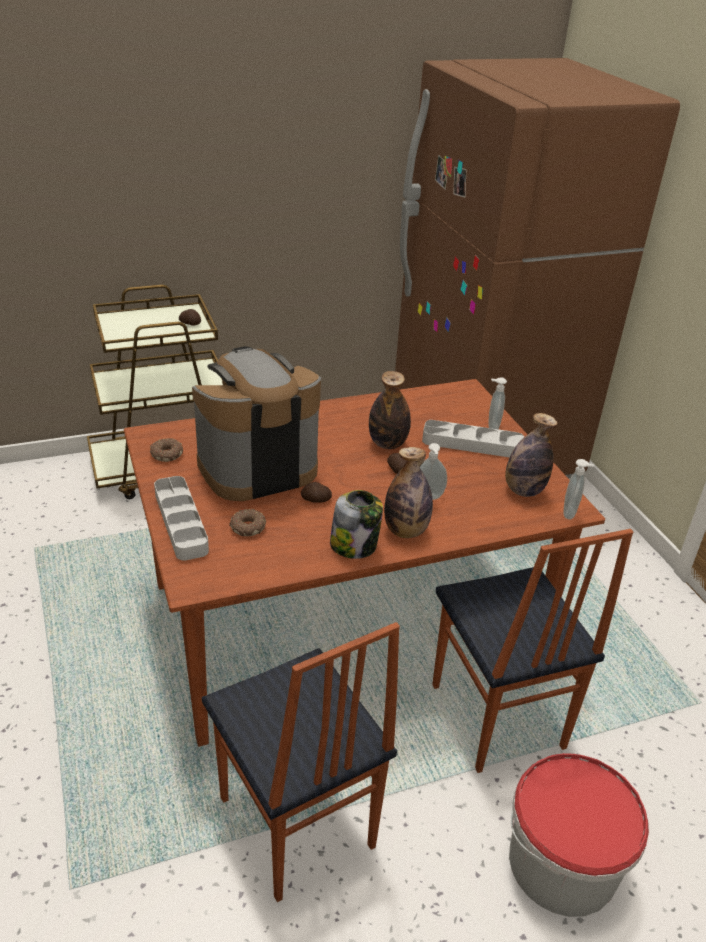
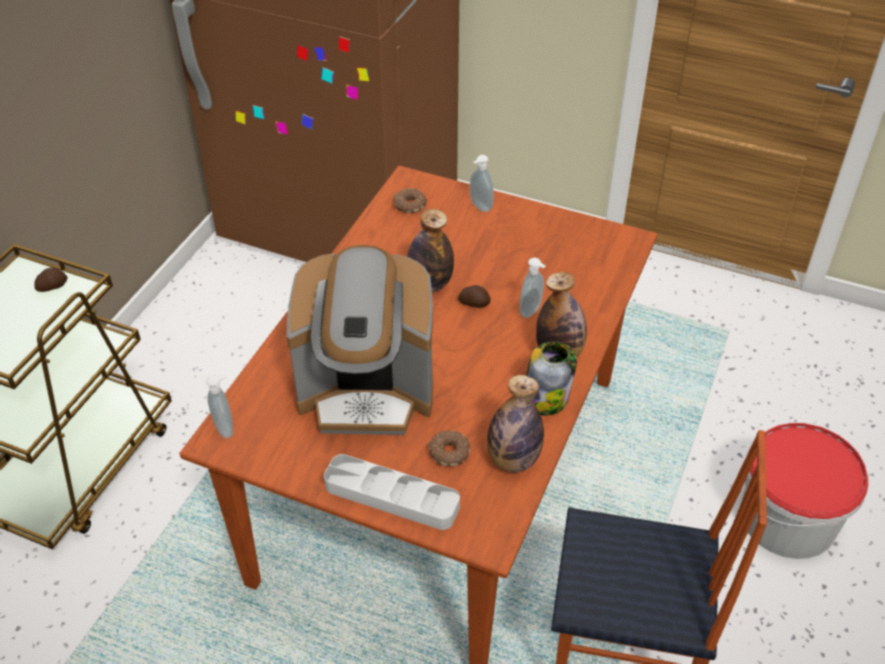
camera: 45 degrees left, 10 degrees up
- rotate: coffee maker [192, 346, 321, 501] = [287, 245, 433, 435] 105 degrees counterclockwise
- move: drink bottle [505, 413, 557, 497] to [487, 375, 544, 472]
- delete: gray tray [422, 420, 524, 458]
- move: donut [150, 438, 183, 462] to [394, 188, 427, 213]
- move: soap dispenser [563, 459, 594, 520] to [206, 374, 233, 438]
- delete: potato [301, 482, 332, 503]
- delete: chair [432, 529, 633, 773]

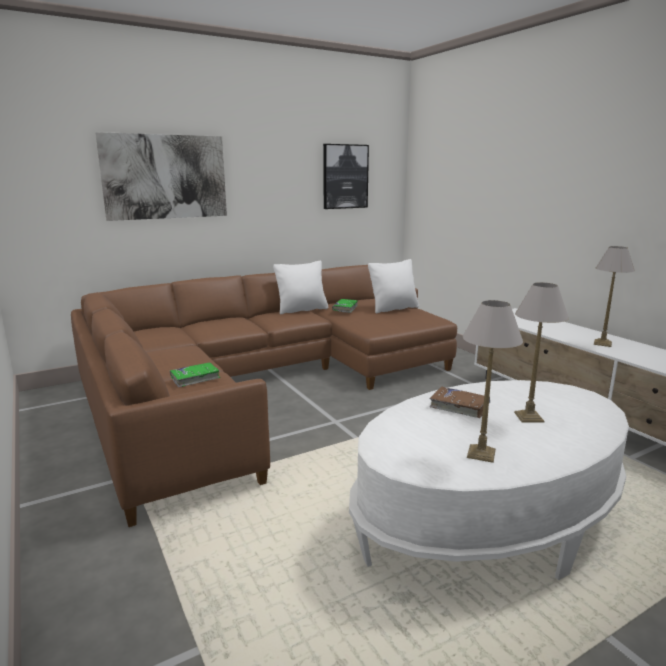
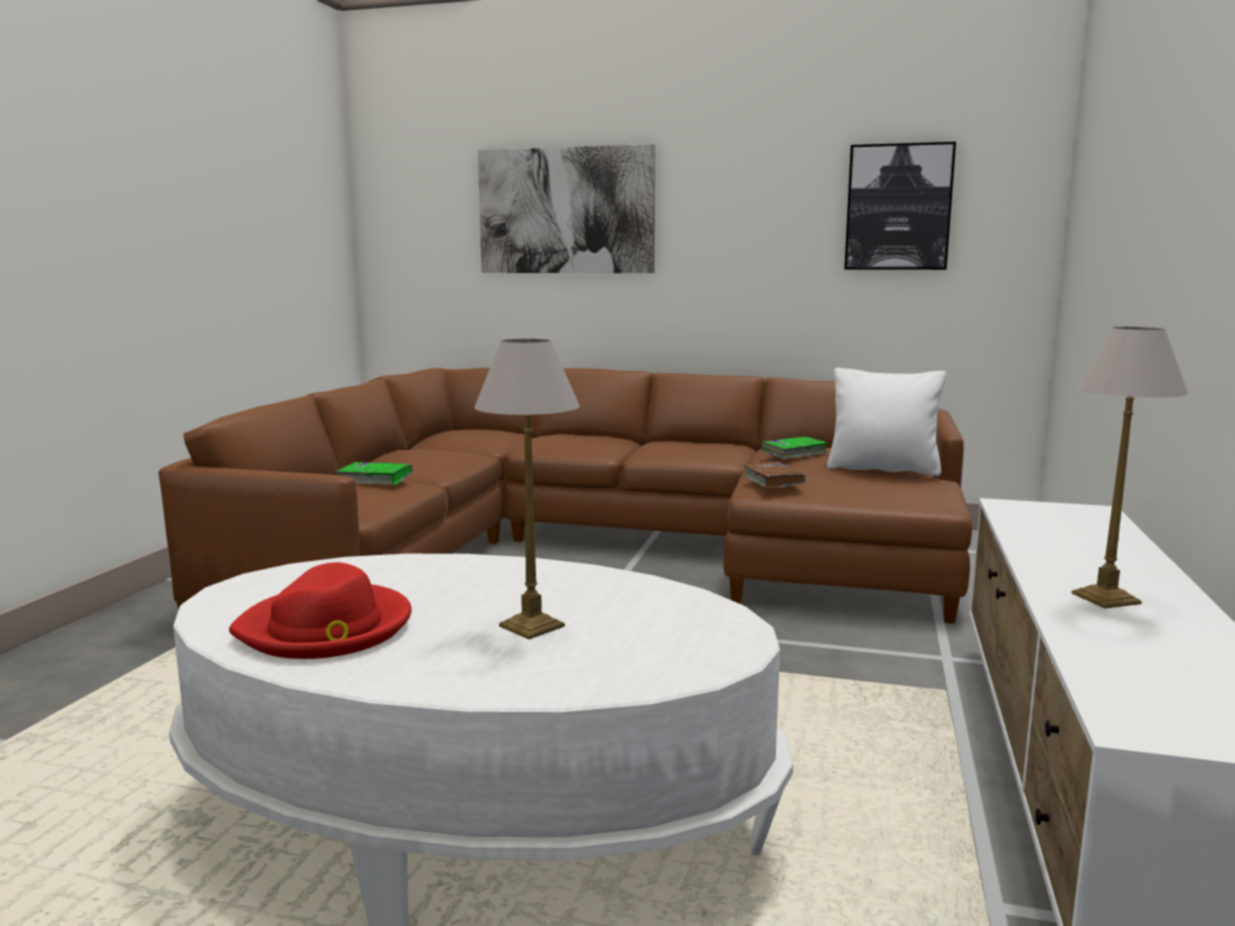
camera: 45 degrees right, 5 degrees down
- delete: white pillow [273, 261, 328, 314]
- replace: tabletop lamp [463, 300, 523, 463] to red-coloured clothing hat [229, 562, 412, 659]
- move: brownish volume [430, 387, 490, 418] to [743, 461, 806, 489]

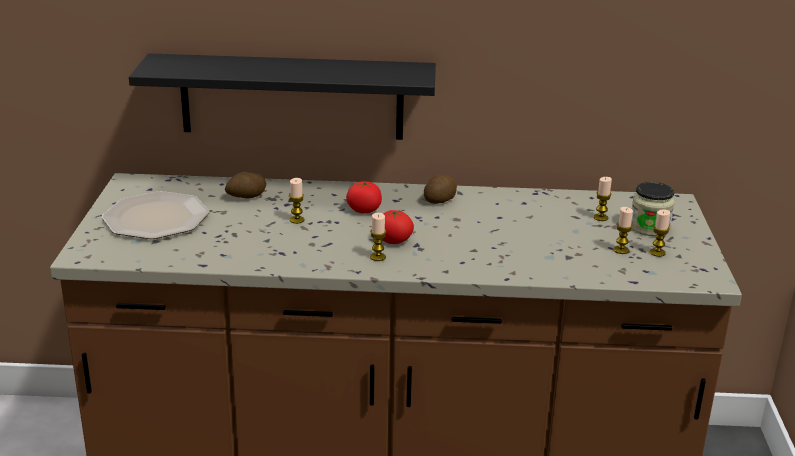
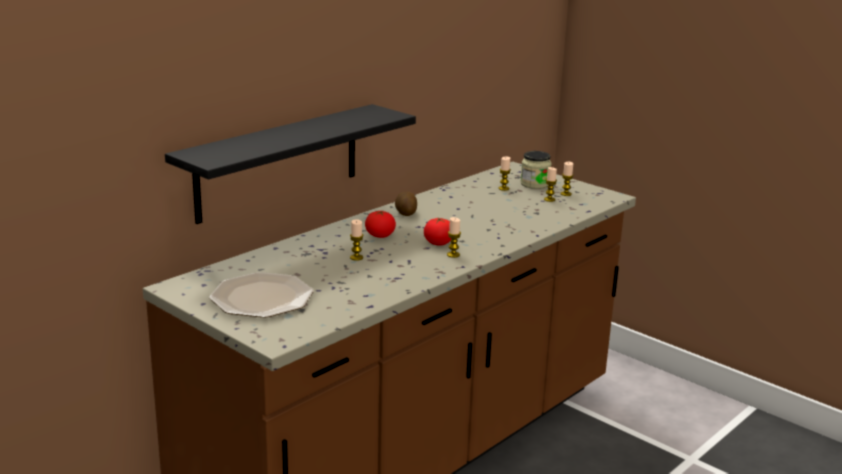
camera: 50 degrees left, 5 degrees down
- delete: potato [225, 172, 266, 198]

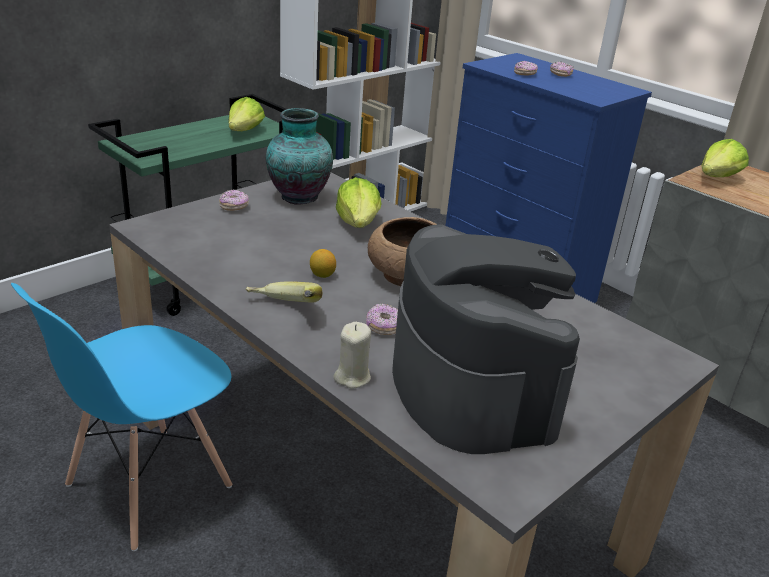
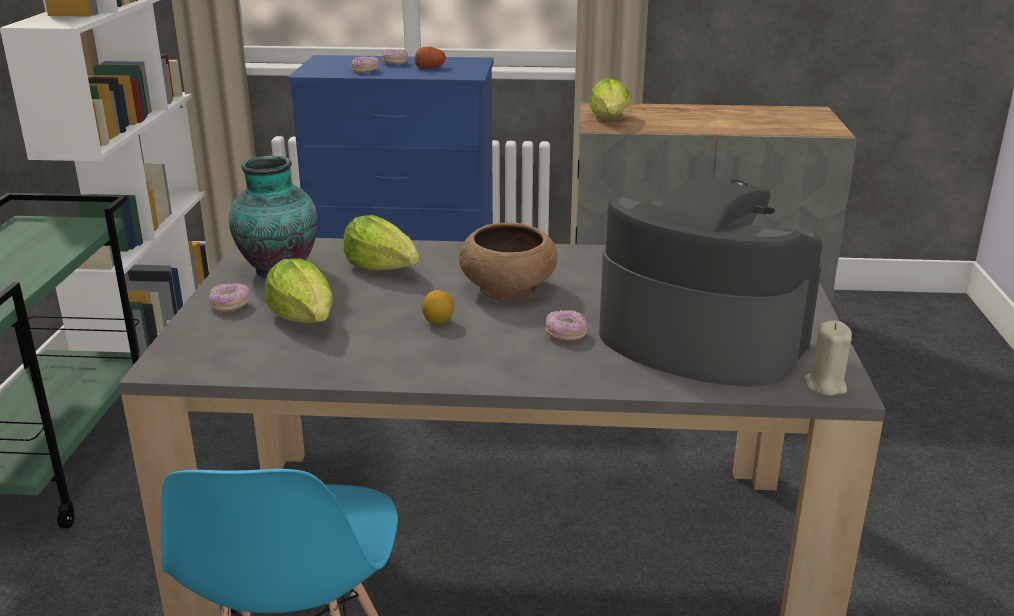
camera: 40 degrees left, 5 degrees down
- move: head of lettuce [229, 97, 265, 131] to [265, 259, 333, 323]
- delete: whole banana [245, 282, 322, 303]
- move: sand-coloured wax candle [333, 322, 371, 389] to [804, 321, 852, 396]
- insert: potato [415, 47, 446, 68]

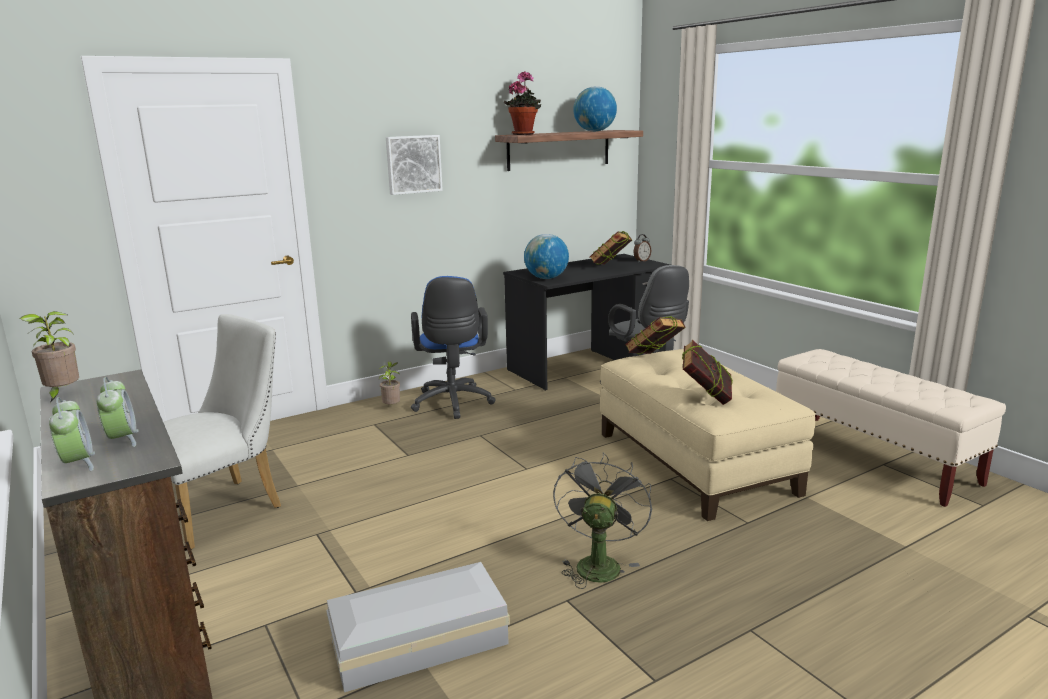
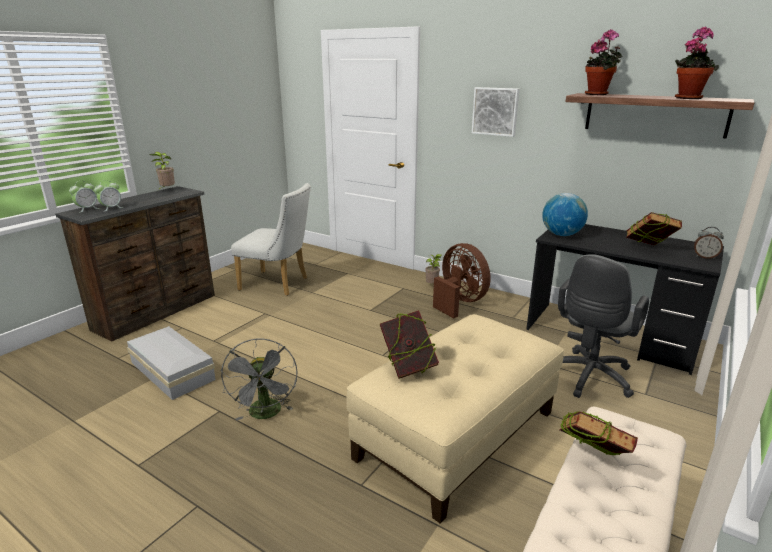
camera: 65 degrees right, 5 degrees up
- replace: desk globe [573, 86, 617, 132] to potted plant [675, 26, 719, 99]
- replace: blue desk chair [411, 276, 496, 419] to brownish electric fan [433, 243, 491, 319]
- move: volume [625, 316, 686, 354] to [559, 412, 638, 455]
- rotate: gray electric fan [553, 452, 652, 589] = [221, 338, 298, 421] 90 degrees clockwise

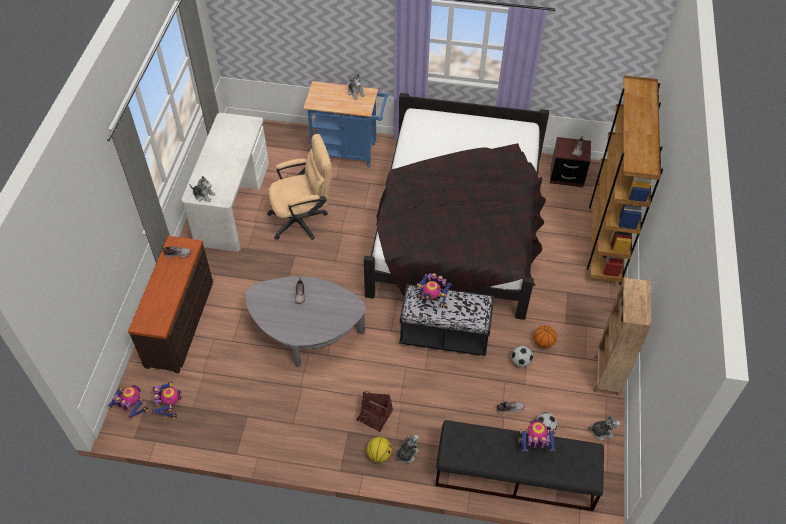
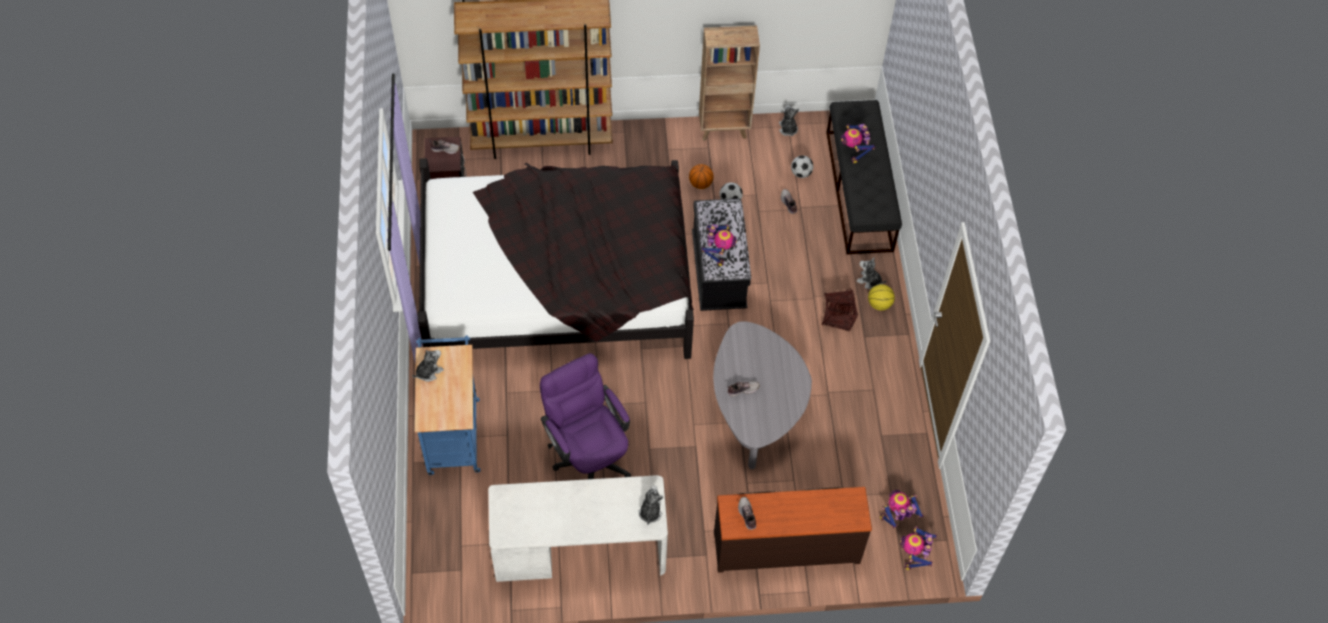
camera: 105 degrees left, 5 degrees up
- recolor: sand-coloured desk chair [267, 134, 332, 240] to purple desk chair [540, 353, 631, 479]

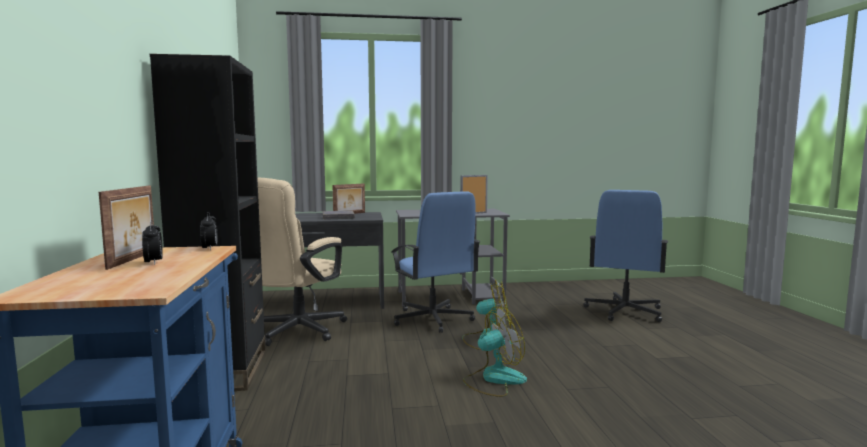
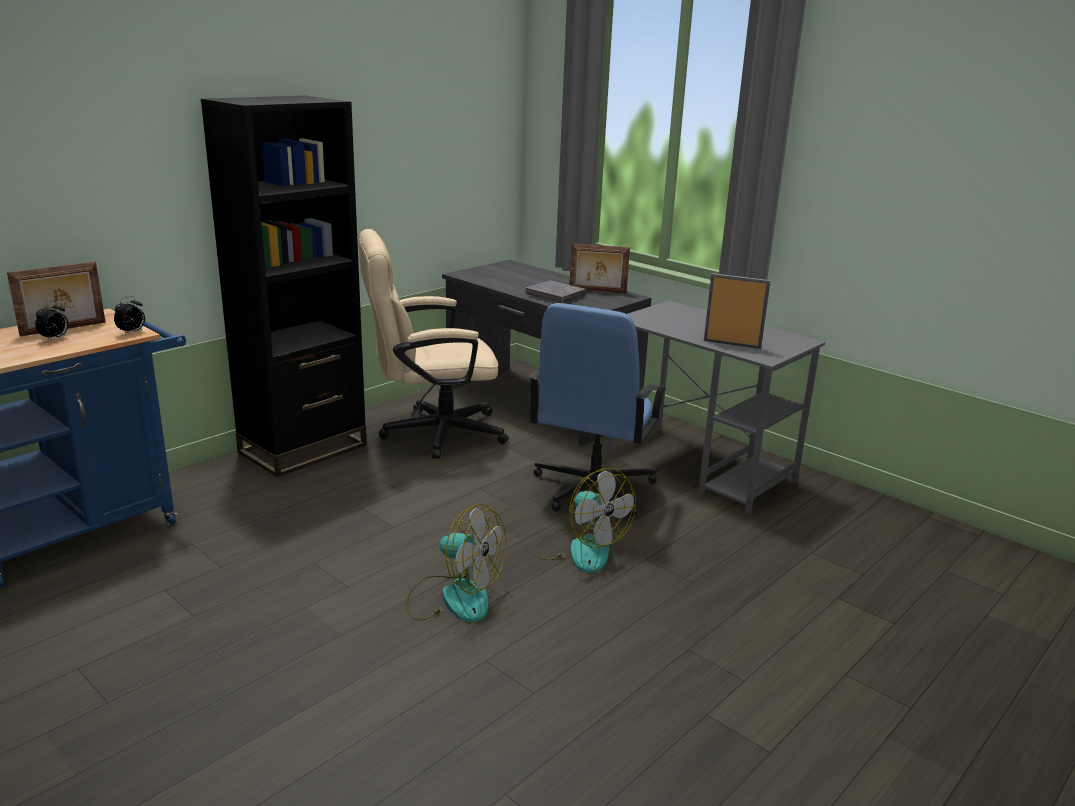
camera: 50 degrees right, 15 degrees up
- delete: blue desk chair [583, 190, 668, 322]

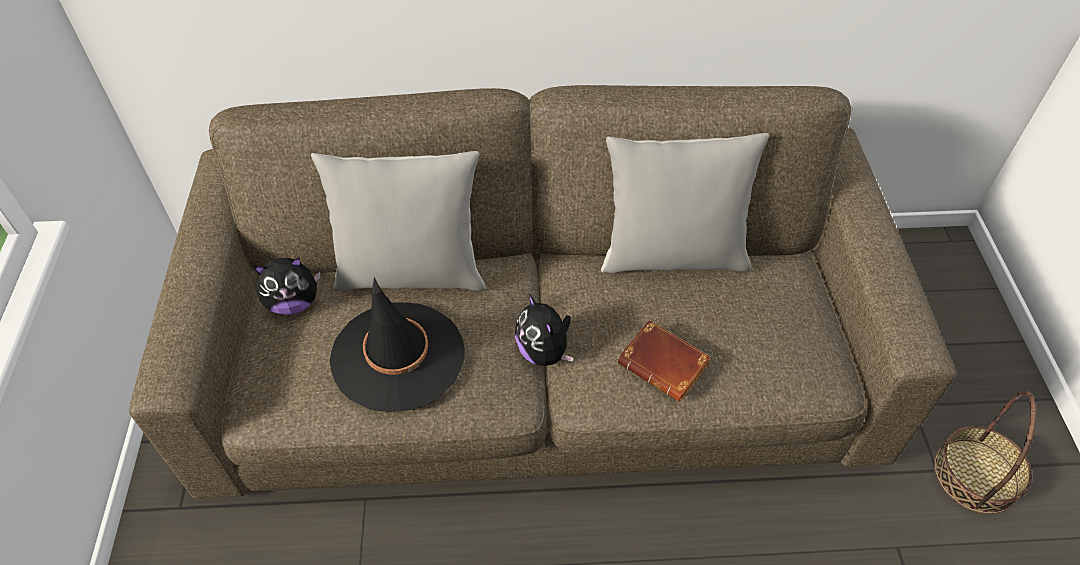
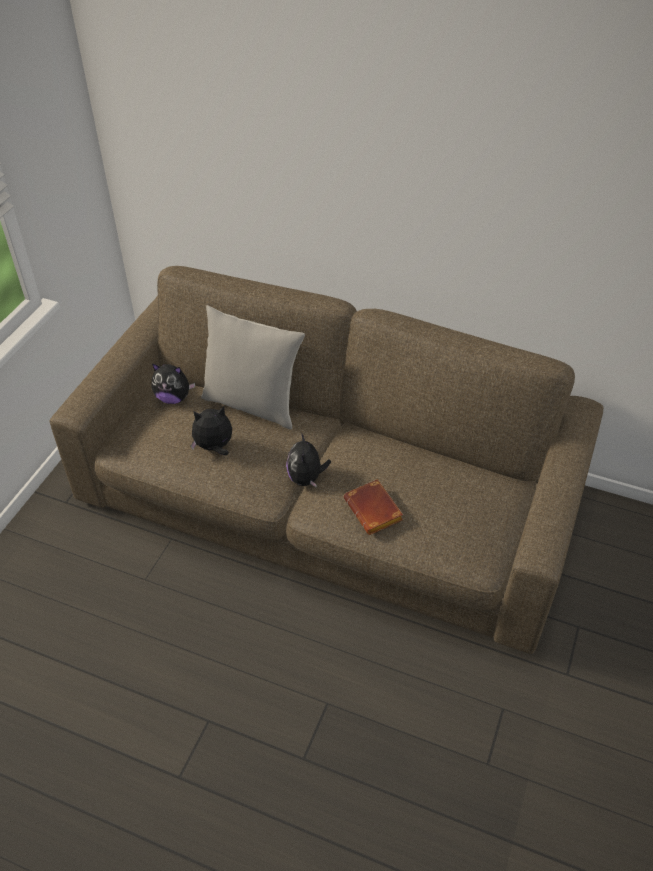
camera: 25 degrees right, 5 degrees down
- delete: gray pillow [601, 133, 769, 273]
- replace: blackish clothing hat [330, 277, 465, 412] to plush toy [191, 406, 232, 455]
- delete: storage basket [934, 391, 1036, 514]

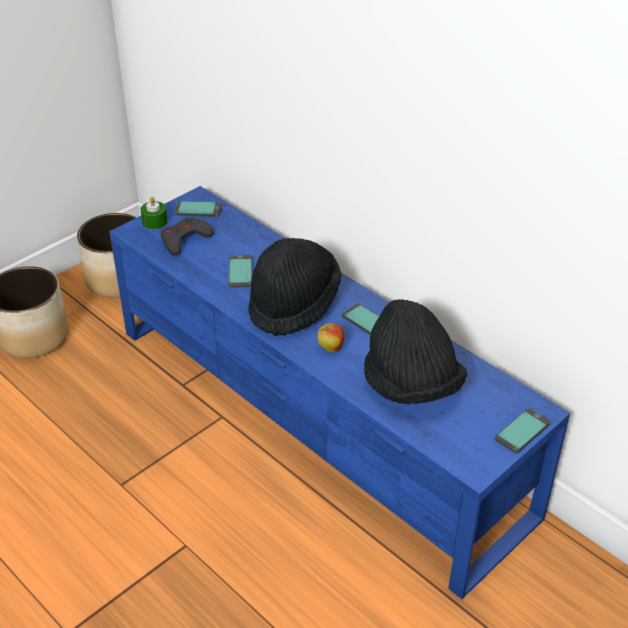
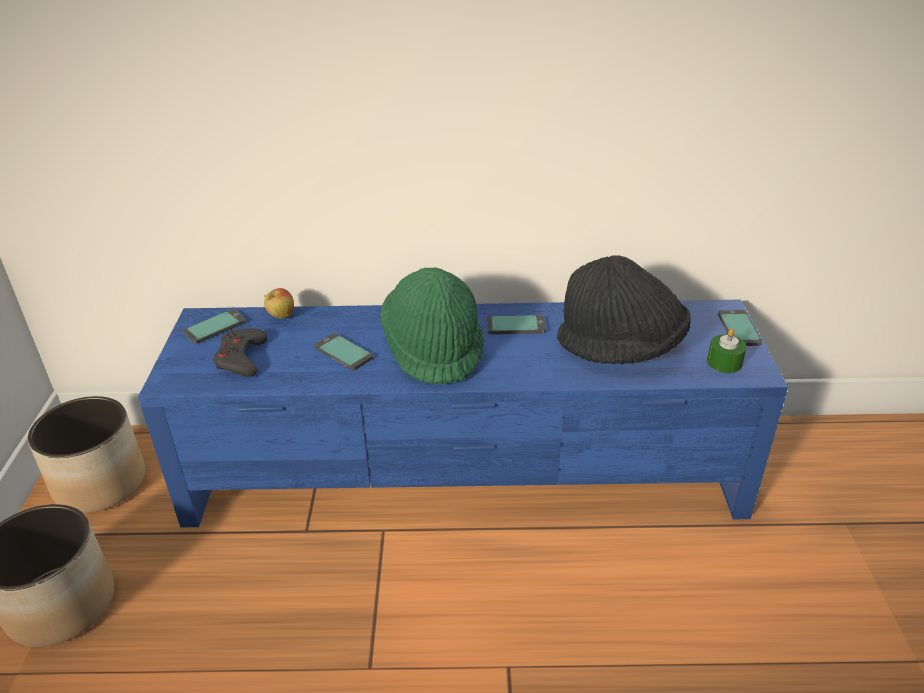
camera: 45 degrees left, 5 degrees down
- move: greenish wax candle [140, 197, 168, 230] to [707, 329, 747, 373]
- recolor: blackish clothing hat [248, 238, 341, 336] to greenish clothing hat [380, 267, 484, 384]
- move: apple fruit [317, 323, 344, 352] to [264, 288, 294, 319]

